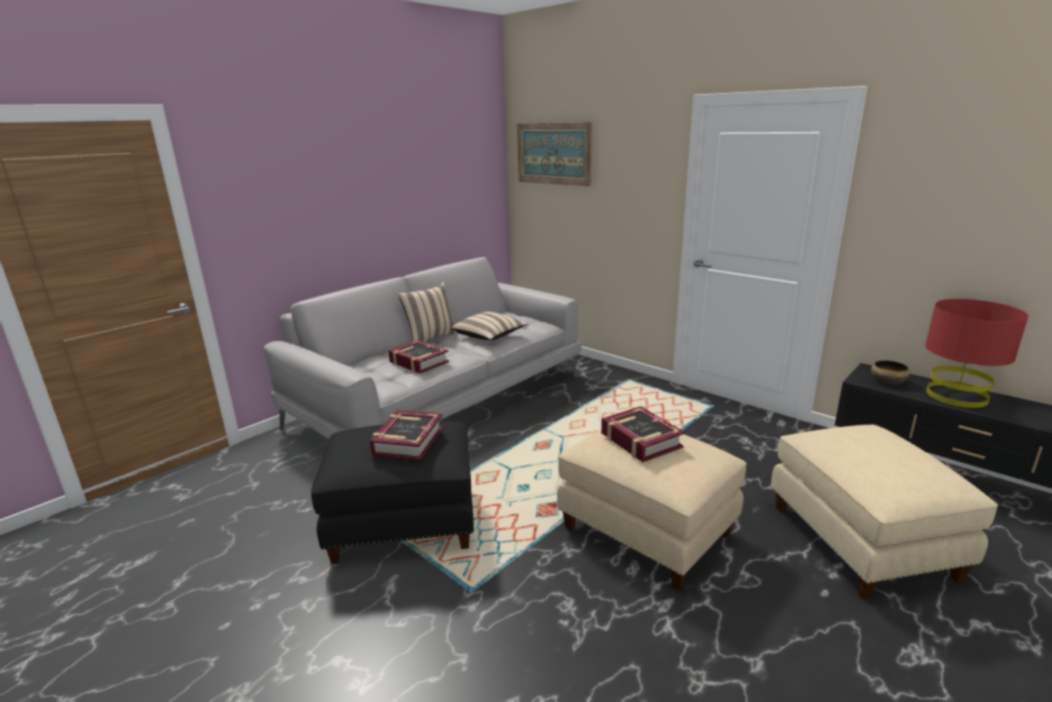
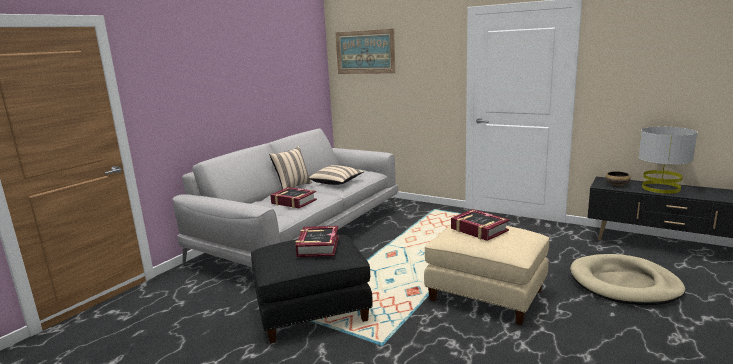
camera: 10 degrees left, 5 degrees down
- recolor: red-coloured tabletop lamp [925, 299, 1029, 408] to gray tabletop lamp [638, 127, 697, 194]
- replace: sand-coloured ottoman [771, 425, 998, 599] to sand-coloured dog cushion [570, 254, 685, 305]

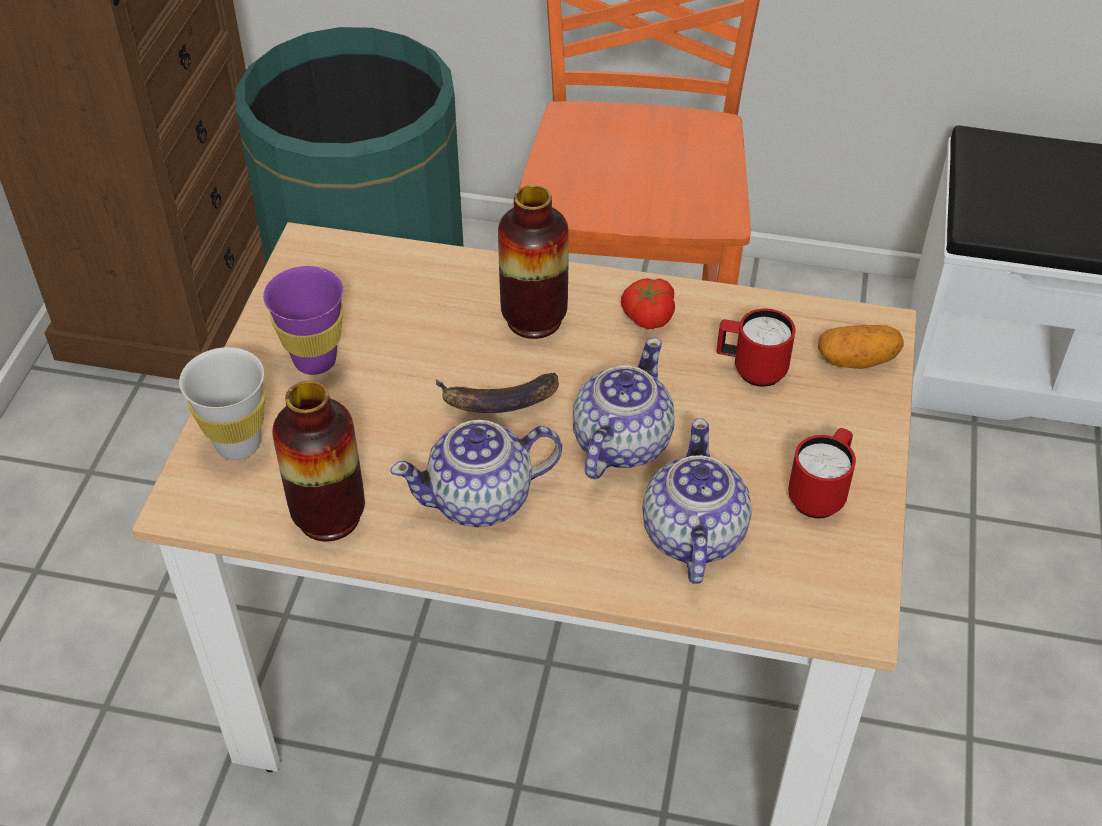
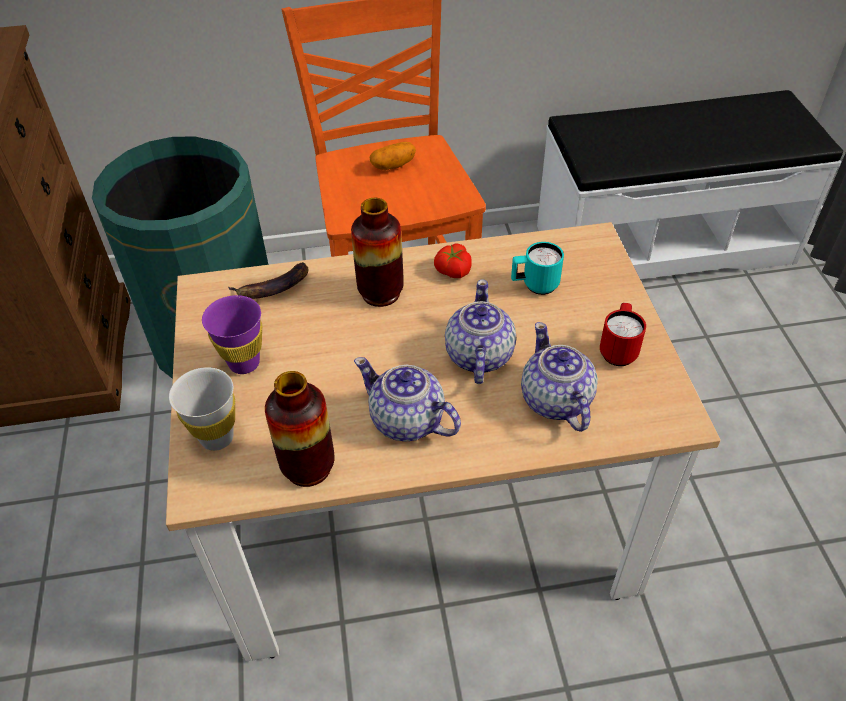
camera: 20 degrees left, 0 degrees up
- recolor: red-coloured tea mug [716, 309, 796, 387] to turquoise-coloured tea mug [511, 242, 564, 295]
- move: potato [818, 325, 904, 369] to [370, 142, 416, 170]
- move: whole banana [435, 373, 559, 413] to [228, 262, 309, 299]
- rotate: tea pot [390, 420, 562, 527] = [354, 357, 461, 442] 75 degrees clockwise

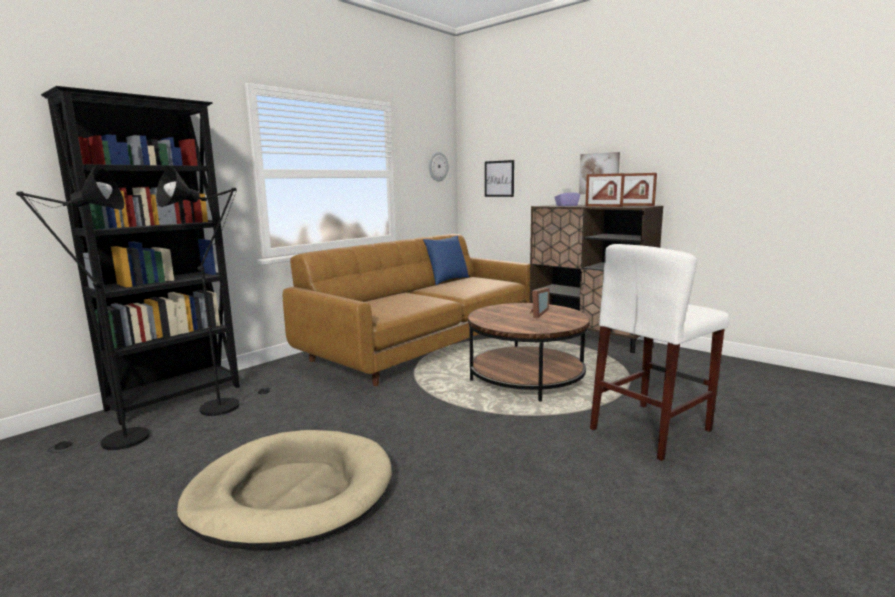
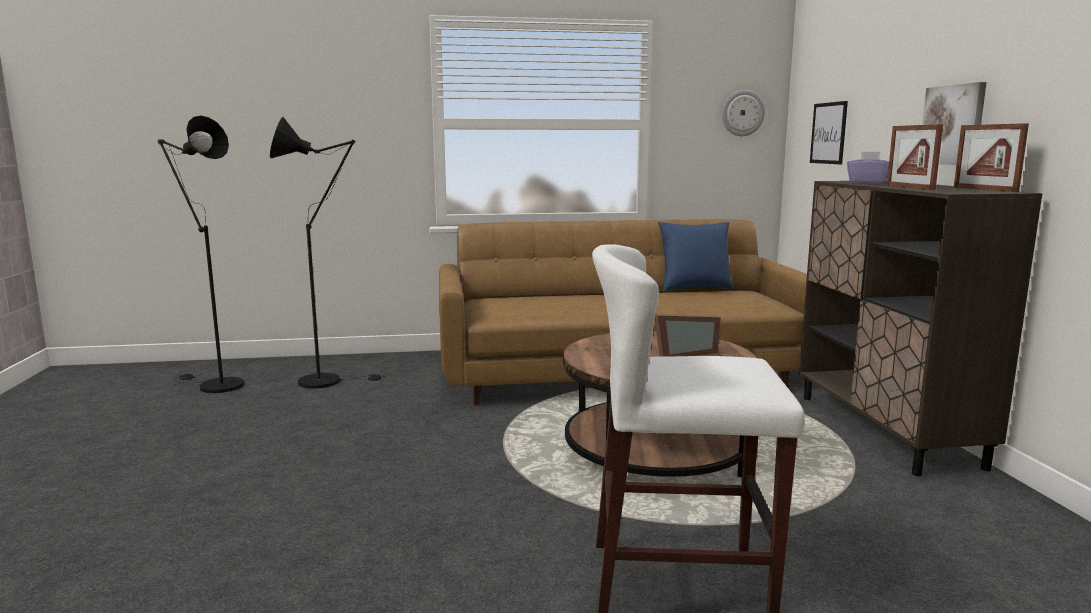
camera: 40 degrees right, 0 degrees up
- delete: blackish bookcase [41, 86, 240, 425]
- delete: sand-coloured dog cushion [177, 430, 392, 550]

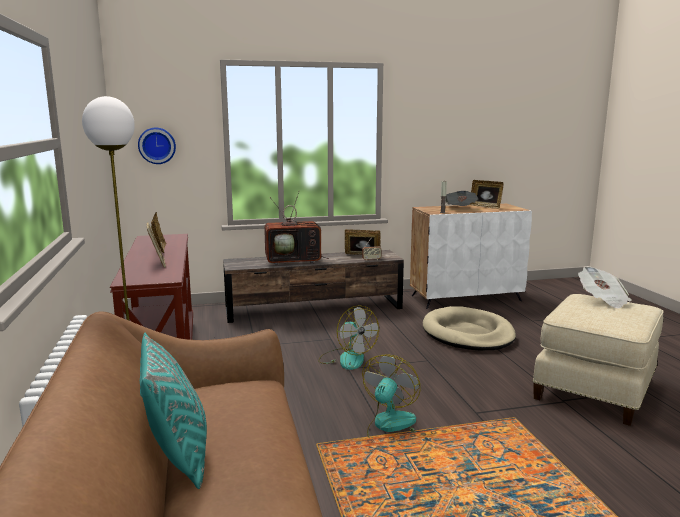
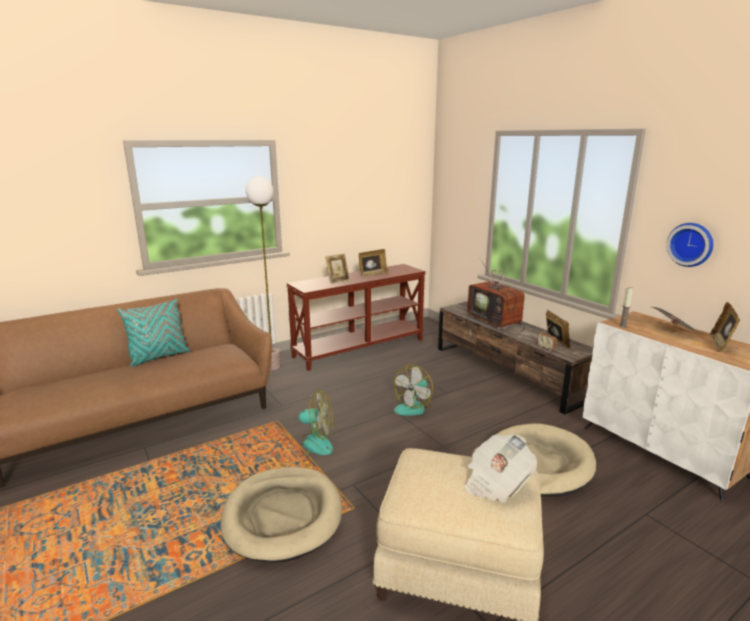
camera: 70 degrees right, 5 degrees up
- move: wall clock [138, 128, 176, 164] to [666, 223, 714, 267]
- insert: sand-coloured dog cushion [221, 467, 342, 562]

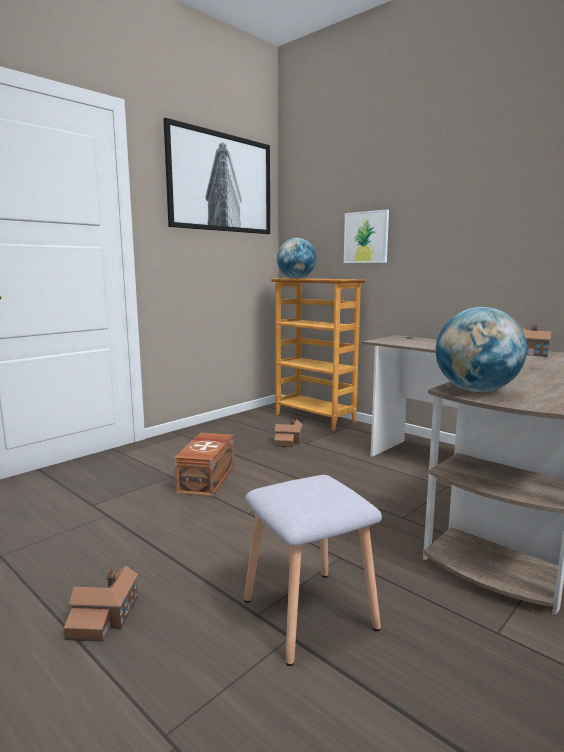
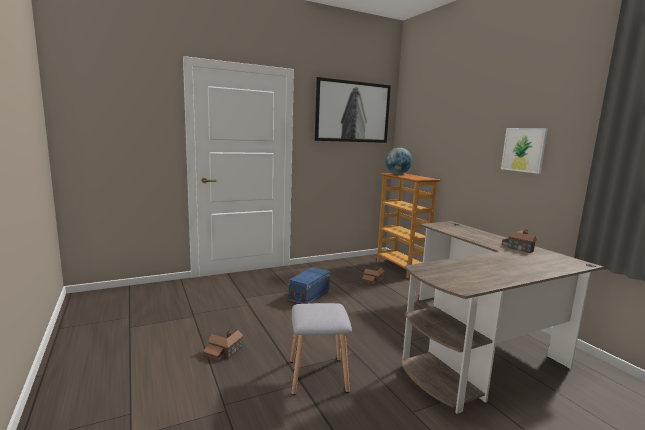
camera: 20 degrees right, 0 degrees up
- move: wall picture [344, 209, 389, 263] to [501, 128, 548, 174]
- delete: desk globe [436, 307, 527, 392]
- recolor: brownish storage bin [174, 433, 234, 497] to blue storage bin [288, 267, 330, 304]

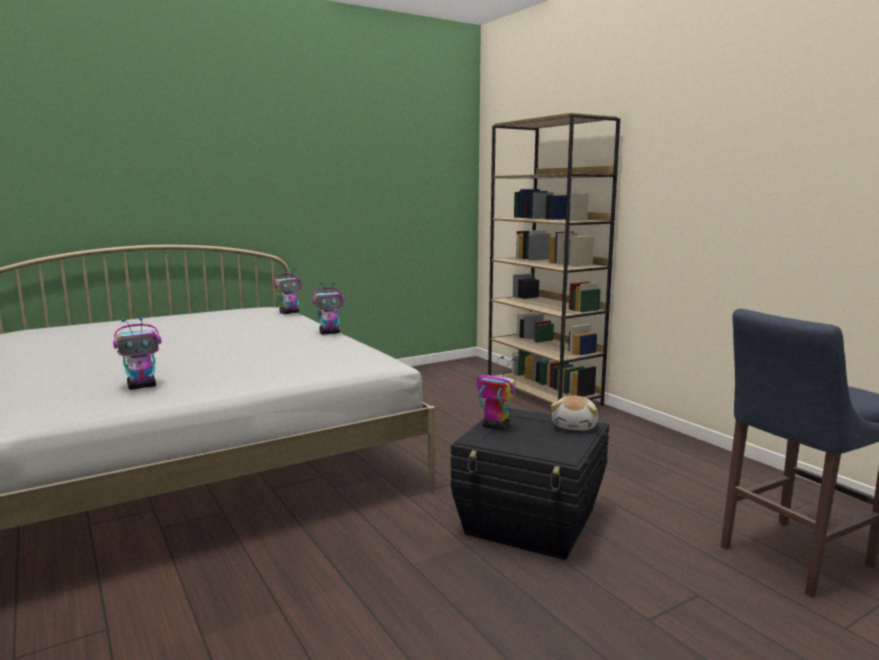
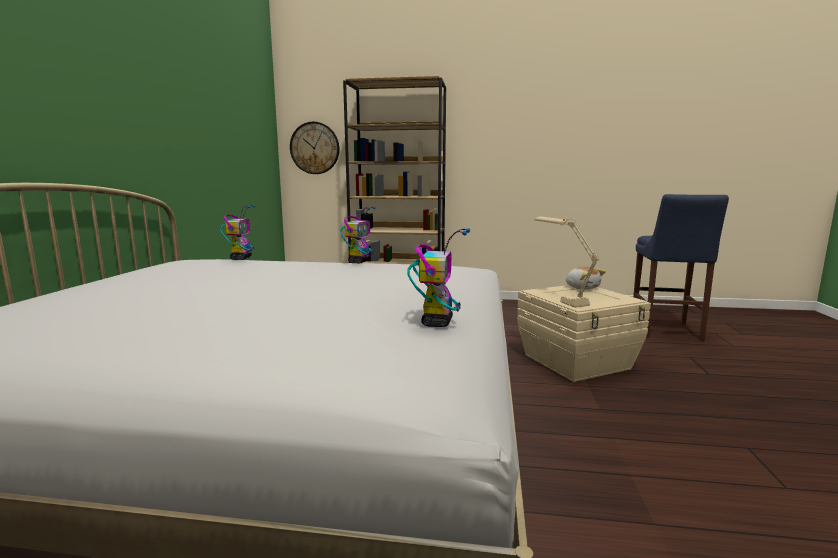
camera: 50 degrees left, 0 degrees up
- replace: robot figure [477, 356, 516, 430] to sand-coloured tabletop lamp [534, 217, 599, 308]
- recolor: blackish storage bin [451, 408, 609, 560] to sand-coloured storage bin [517, 285, 651, 382]
- insert: wall clock [290, 122, 339, 174]

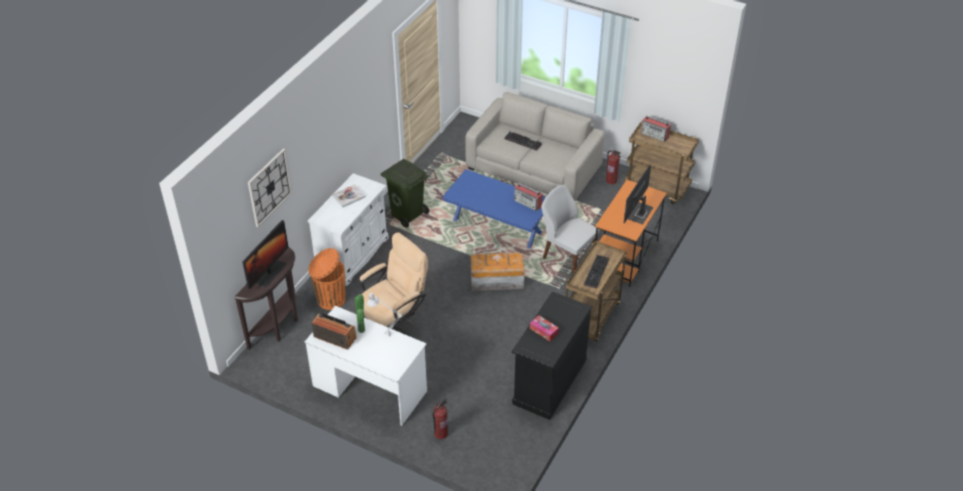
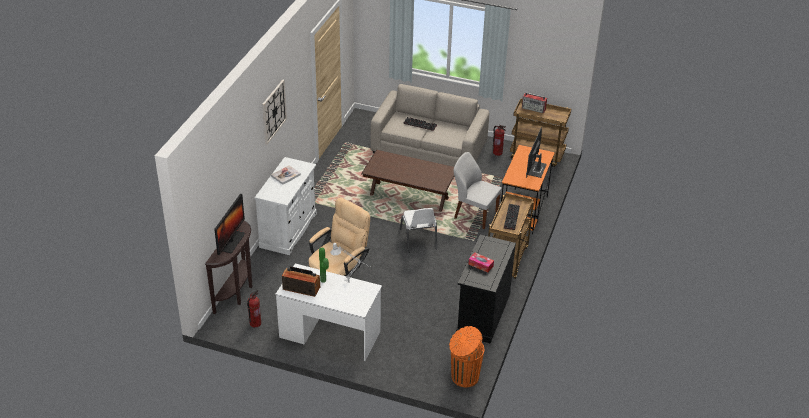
camera: 10 degrees left, 5 degrees down
- move: wall clock [248, 149, 292, 227] to [262, 80, 287, 144]
- delete: greenish waste bin [381, 159, 429, 228]
- recolor: blue low table [442, 169, 546, 249] to brownish low table [361, 150, 454, 212]
- delete: radio [514, 183, 543, 211]
- move: orange-coloured waste bin [308, 248, 345, 310] to [449, 326, 484, 387]
- replace: storage bin [471, 253, 525, 291] to white chair [400, 208, 438, 253]
- move: extinguisher [432, 398, 448, 439] to [247, 289, 261, 328]

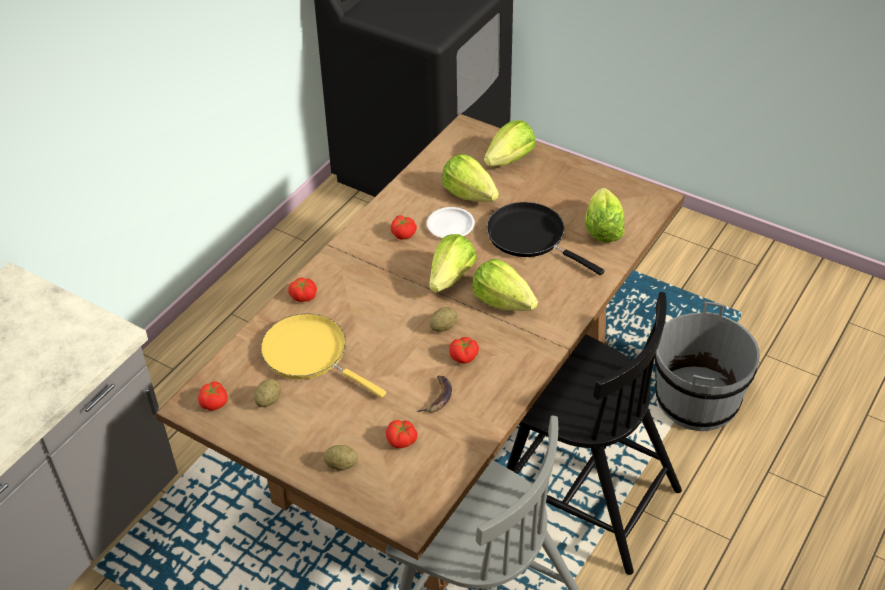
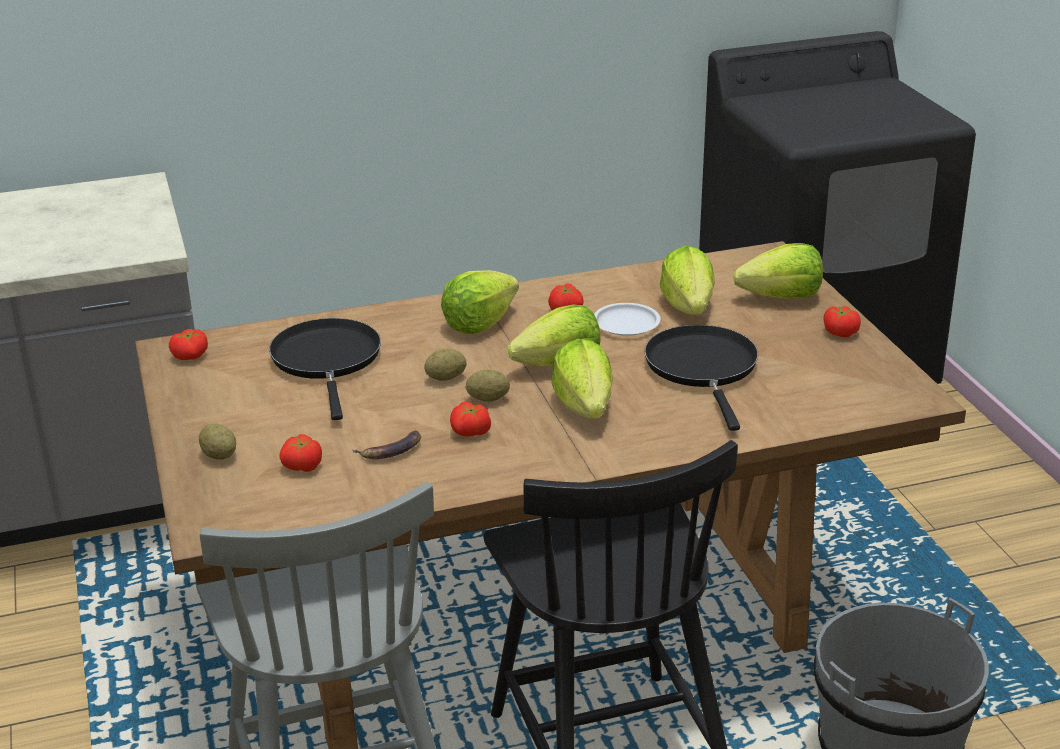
camera: 40 degrees right, 15 degrees down
- move: head of lettuce [585, 188, 625, 242] to [441, 270, 519, 334]
- move: fresh tomato [288, 277, 317, 302] to [823, 306, 861, 337]
- recolor: yellow-coloured skillet [261, 314, 386, 398] to blackish skillet [269, 318, 381, 420]
- move: potato [254, 379, 281, 407] to [424, 349, 466, 381]

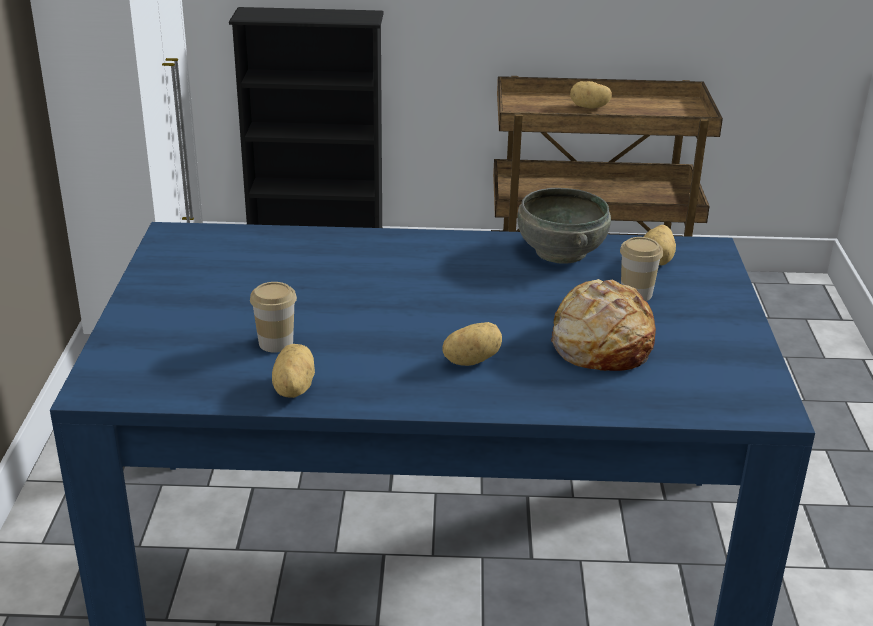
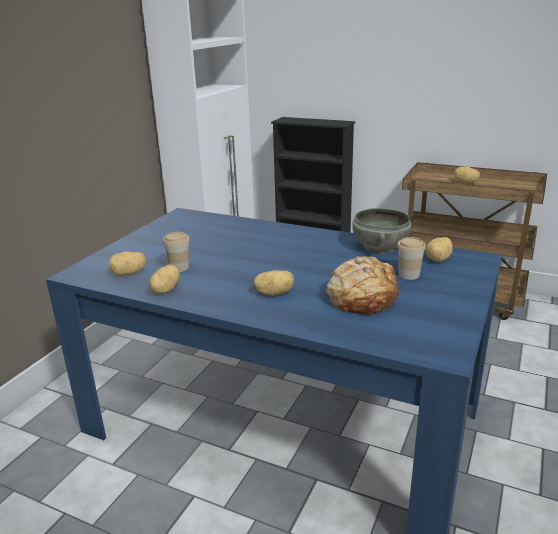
camera: 25 degrees right, 5 degrees down
- insert: potato [109, 251, 147, 276]

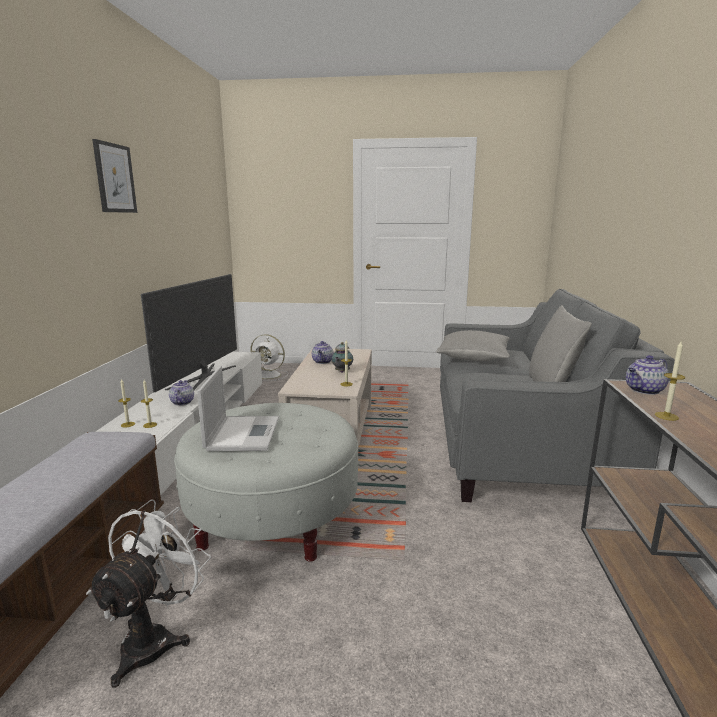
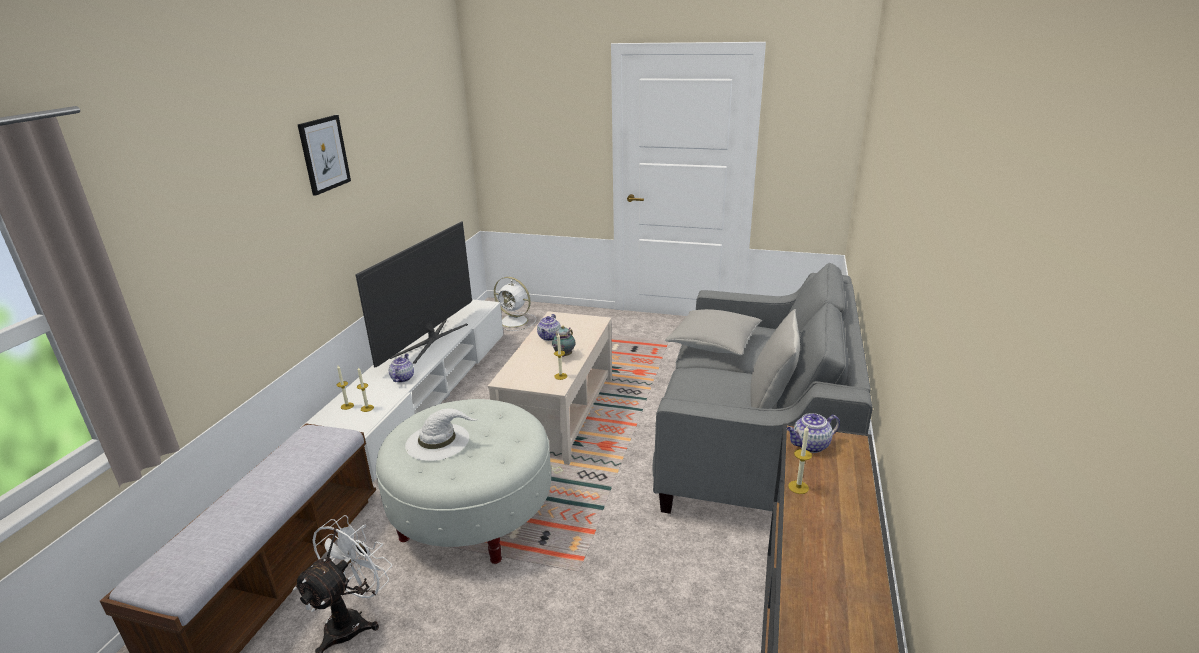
camera: 10 degrees right, 10 degrees up
- replace: portable computer [197, 366, 279, 451] to white clothing hat [405, 408, 478, 461]

